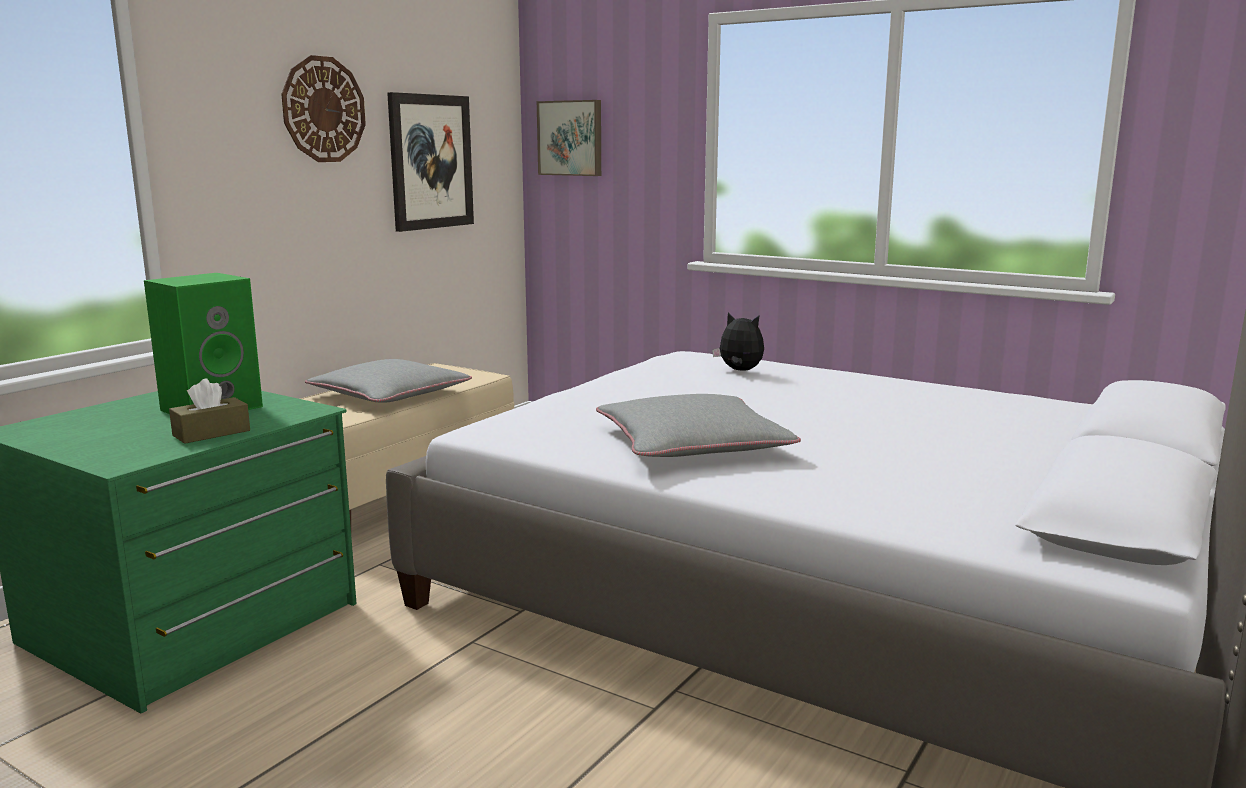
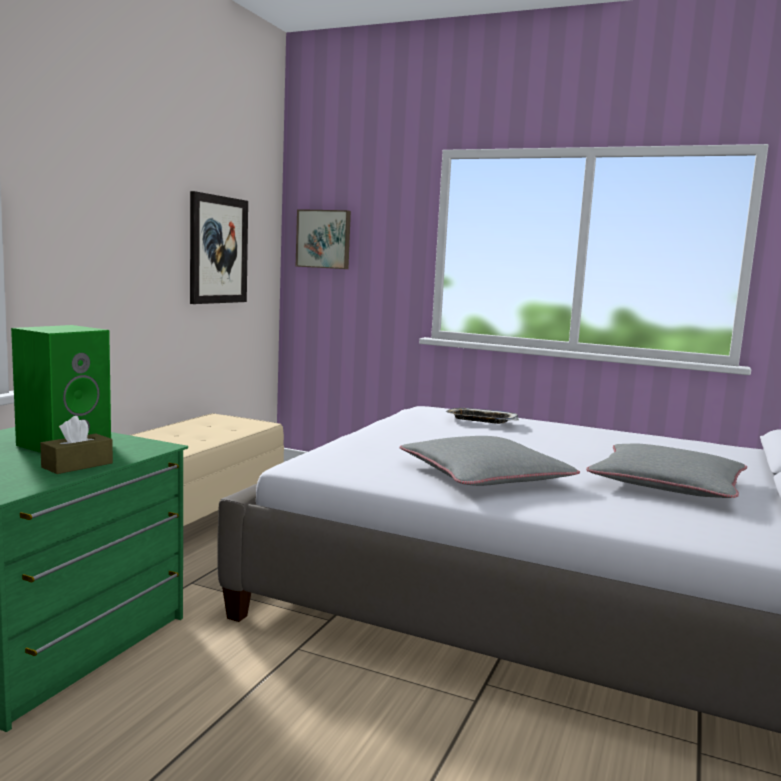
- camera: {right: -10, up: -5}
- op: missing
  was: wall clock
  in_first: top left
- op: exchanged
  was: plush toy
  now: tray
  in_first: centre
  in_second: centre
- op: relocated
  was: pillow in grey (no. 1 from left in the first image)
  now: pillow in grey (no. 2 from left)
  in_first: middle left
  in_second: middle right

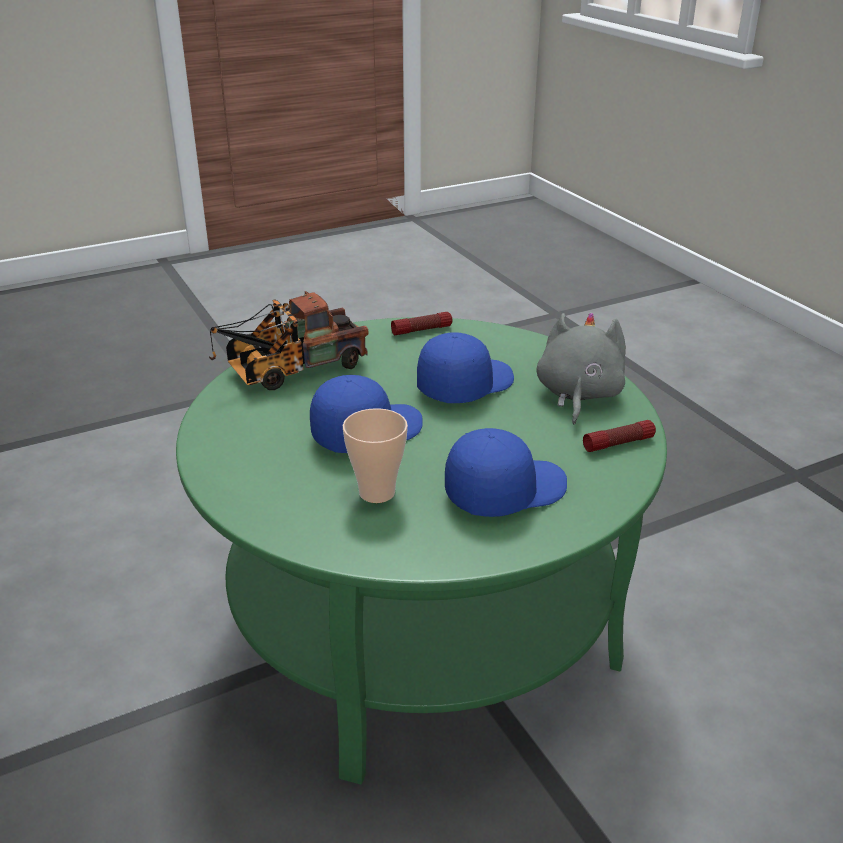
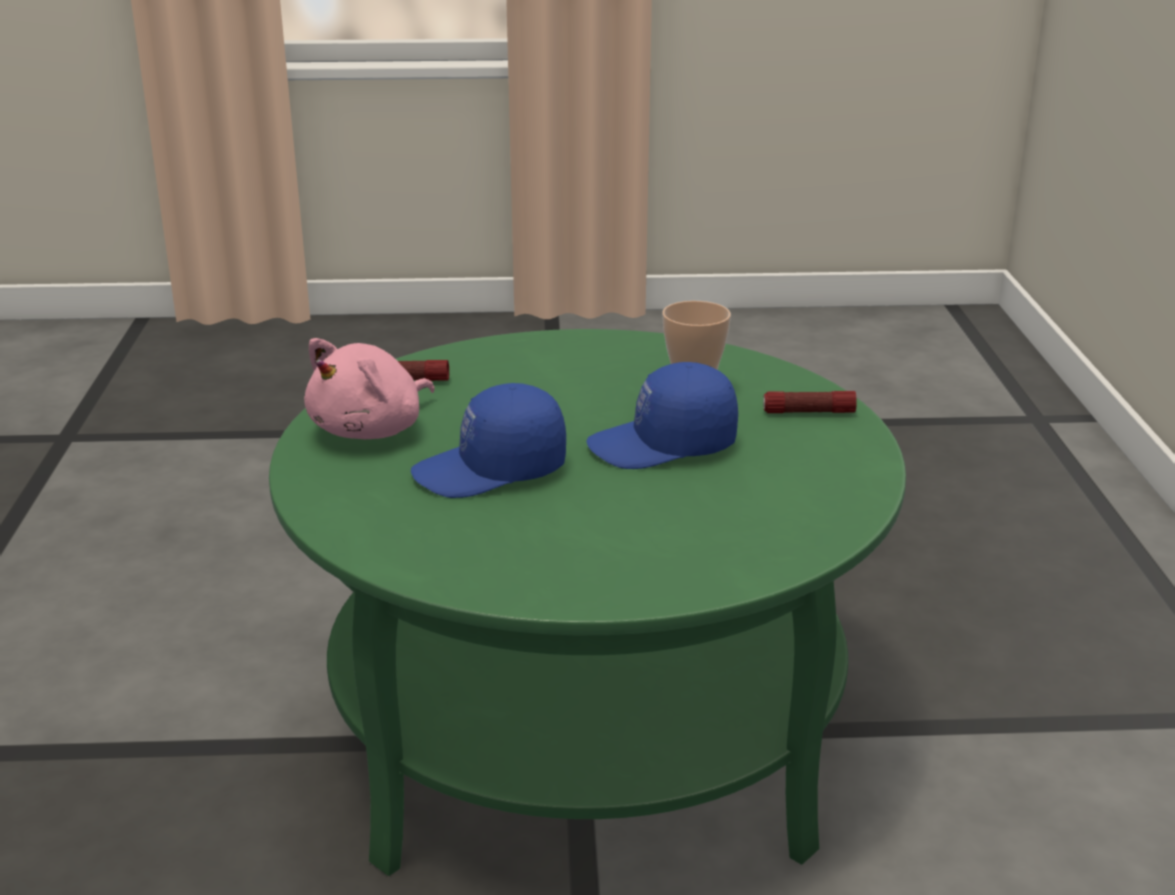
- camera: {right: -155, up: -5}
- op: missing
  was: toy truck
  in_first: centre
- op: relocated
  was: flashlight (no. 1 from left in the first image)
  now: flashlight (no. 2 from left)
  in_first: centre
  in_second: middle right
- op: colour
  was: plush toy in grey
  now: plush toy in pink
  in_first: middle right
  in_second: middle left
- op: missing
  was: cap in blue (no. 3 from left)
  in_first: centre

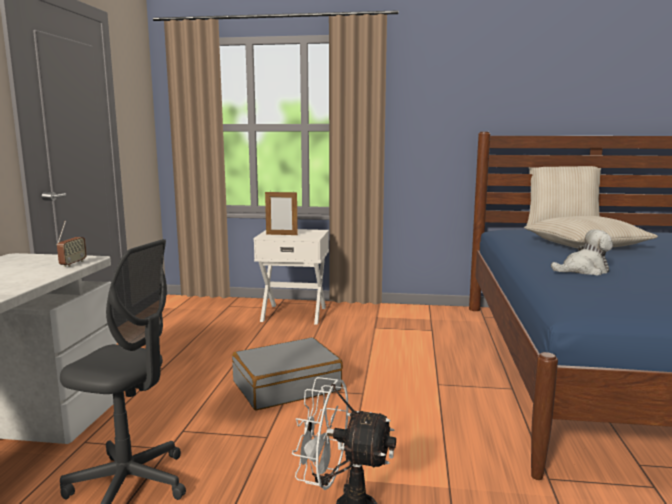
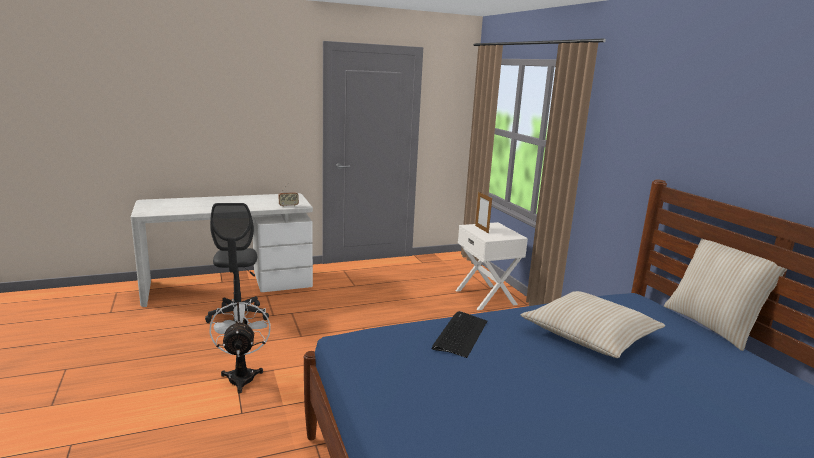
- camera: {right: 60, up: 5}
- op: exchanged
  was: plush toy
  now: keyboard
  in_first: middle right
  in_second: bottom centre
- op: missing
  was: suitcase in grey
  in_first: bottom centre

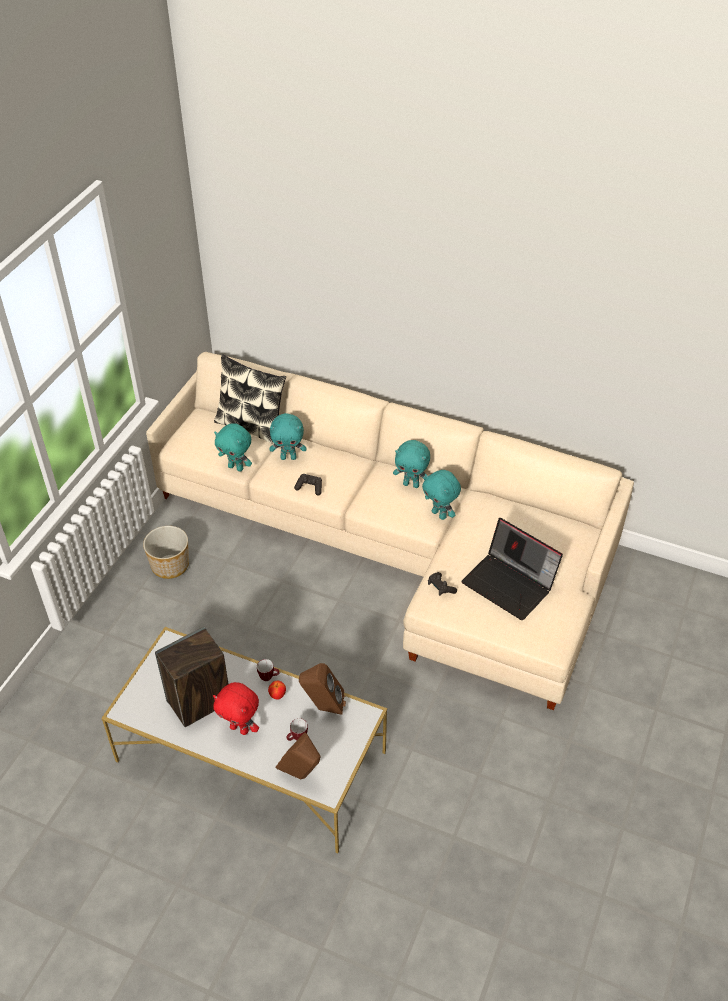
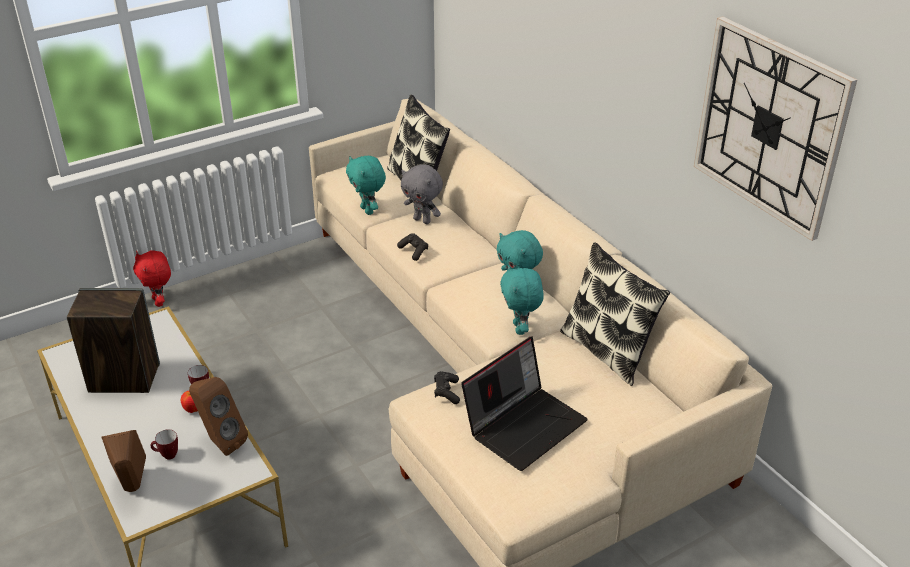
- camera: {right: 35, up: -10}
- op: colour
  was: plush toy in turquoise (no. 2 from left)
  now: plush toy in grey
  in_first: centre
  in_second: centre
- op: spun
  was: laptop
  in_first: middle right
  in_second: bottom centre
  clockwise: -120
- op: missing
  was: planter
  in_first: middle left
- op: relocated
  was: plush toy in red
  in_first: bottom left
  in_second: middle left
- op: appeared
  now: wall clock
  in_second: top right
- op: appeared
  now: pillow (no. 2 from left)
  in_second: middle right

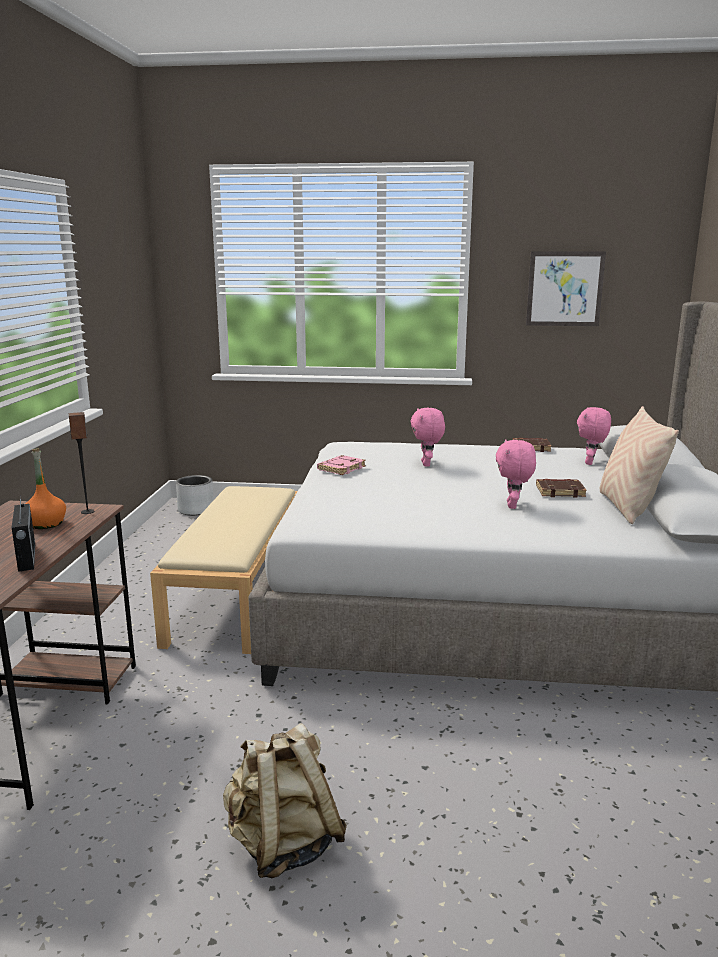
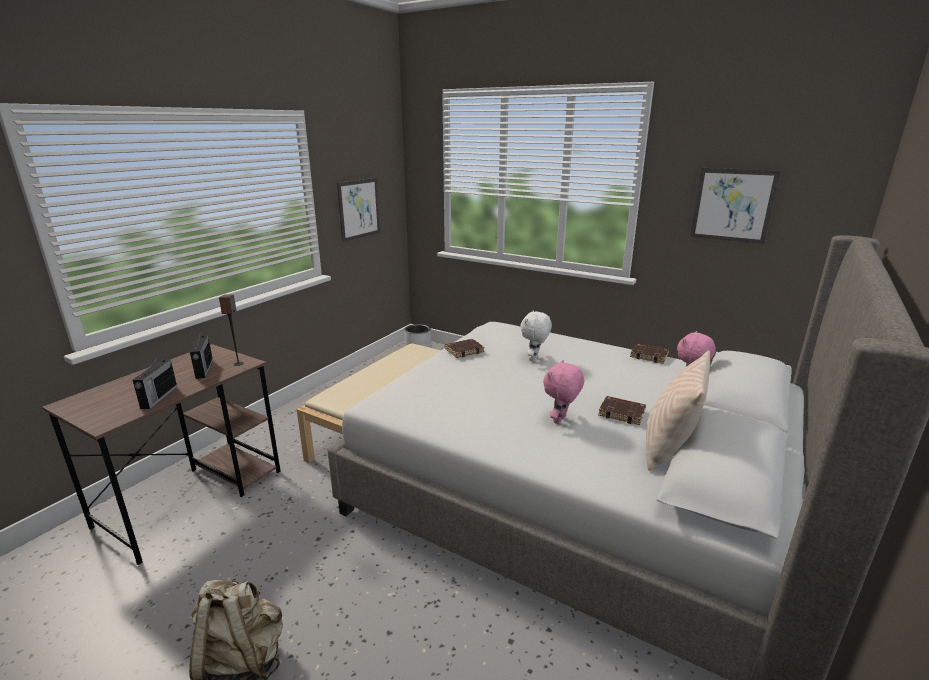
- camera: {right: 25, up: 5}
- op: colour
  was: plush toy in pink (no. 1 from left)
  now: plush toy in white
  in_first: centre
  in_second: centre
- op: exchanged
  was: bottle in orange
  now: radio (no. 2 from left)
  in_first: middle left
  in_second: middle left
- op: colour
  was: book in pink
  now: book in brown (no. 1 from left)
  in_first: centre
  in_second: centre
- op: appeared
  now: picture (no. 1 from left)
  in_second: top centre

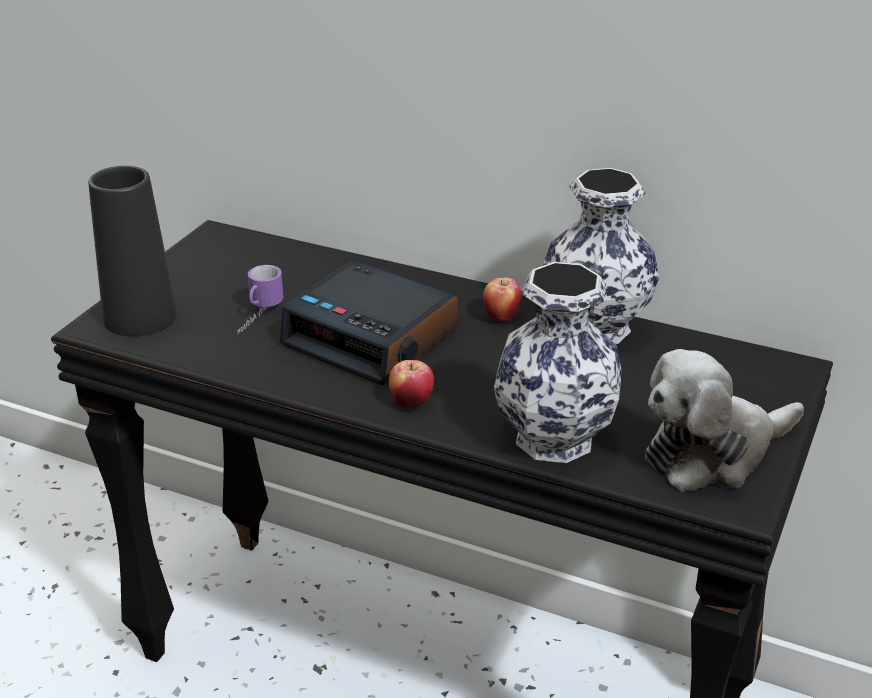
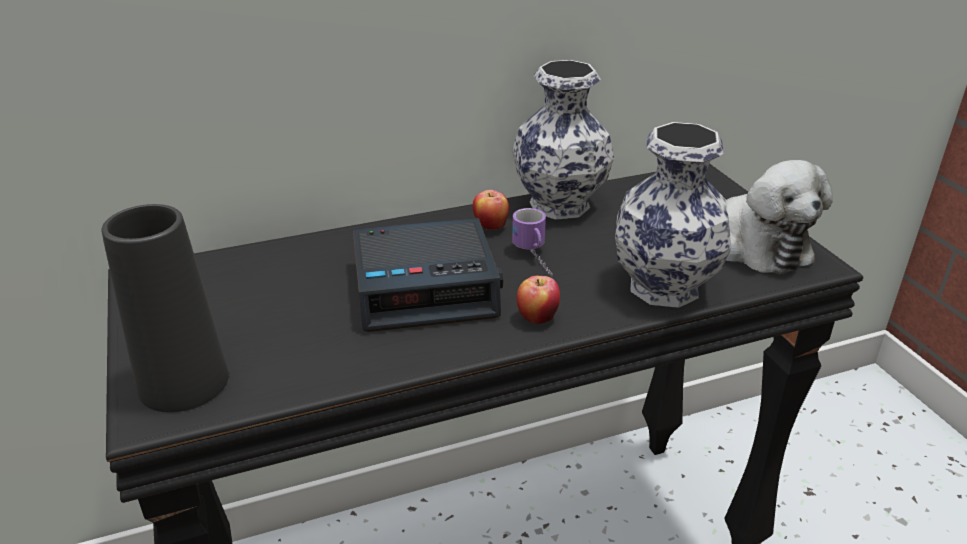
- camera: {right: -45, up: 0}
- op: relocated
  was: mug
  in_first: middle left
  in_second: centre
- op: spun
  was: plush toy
  in_first: middle right
  in_second: middle right
  clockwise: -45

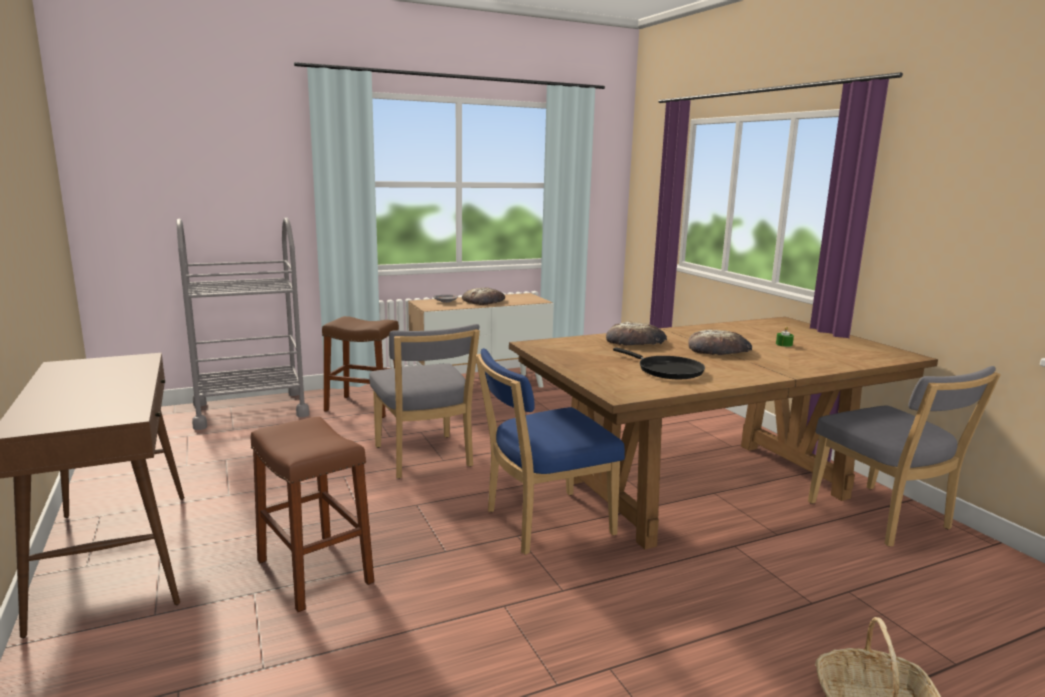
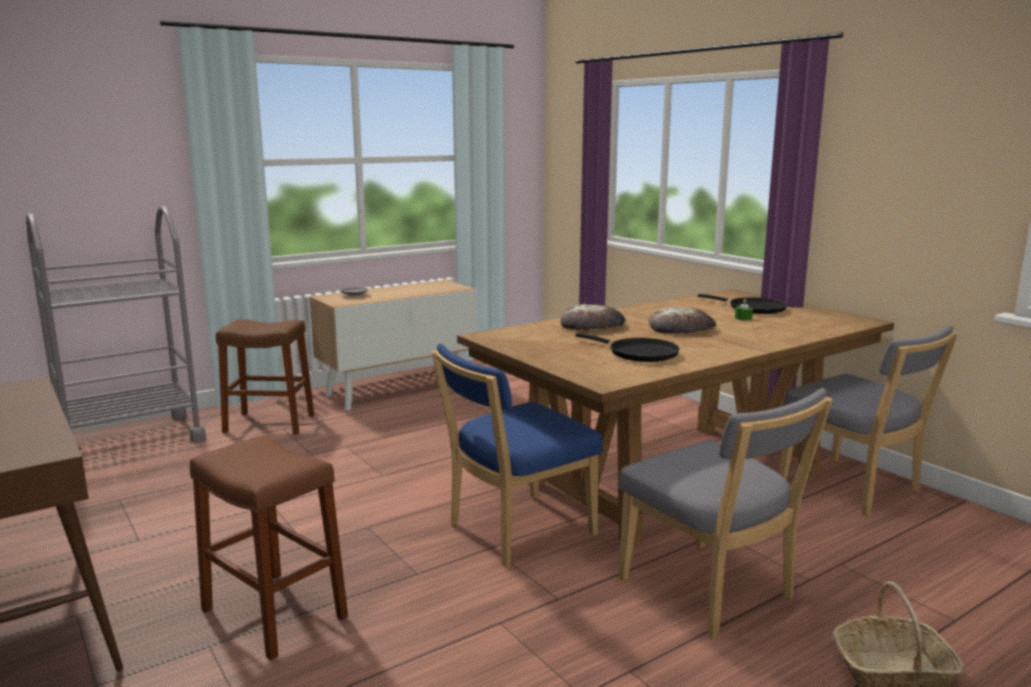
- camera: {right: -10, up: 0}
- op: missing
  was: bread (no. 1 from left)
  in_first: centre
- op: relocated
  was: chair in grey (no. 1 from left)
  in_first: centre
  in_second: bottom right
- op: appeared
  now: frying pan in black (no. 2 from left)
  in_second: middle right

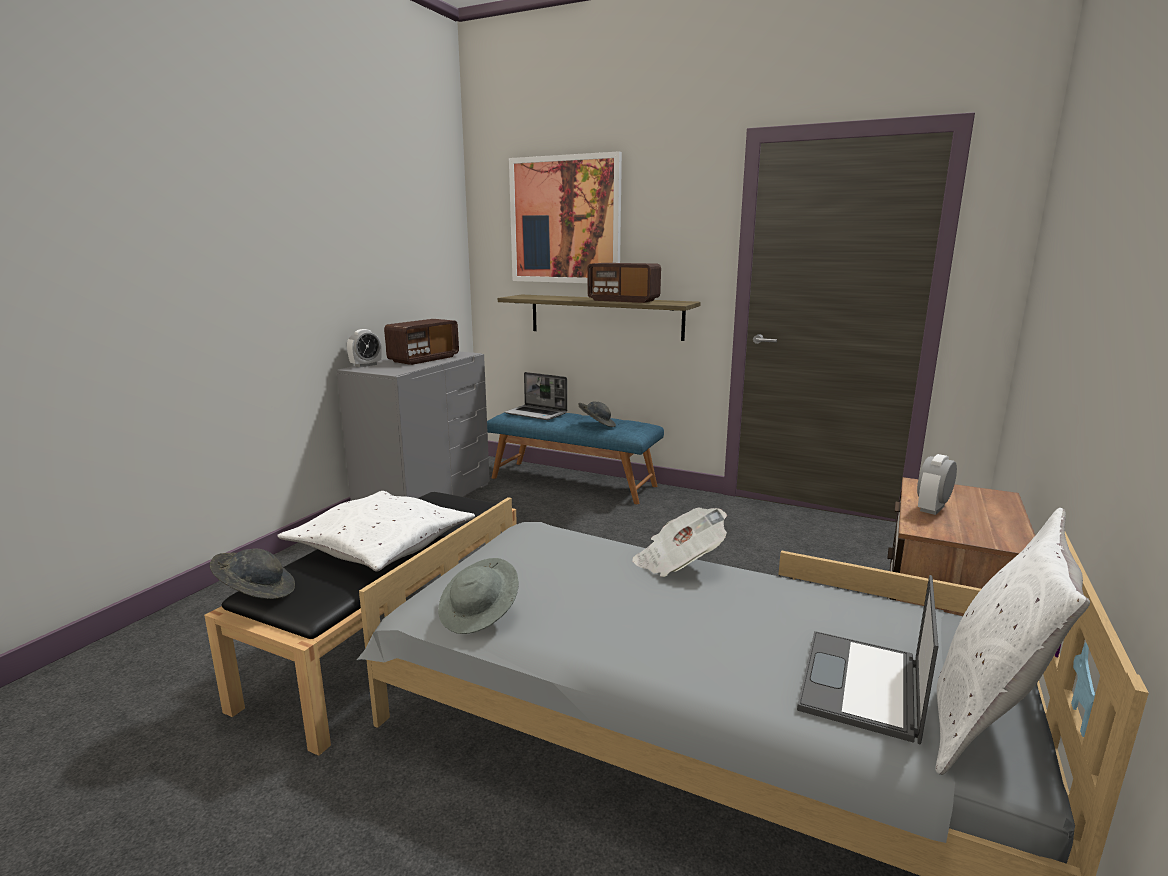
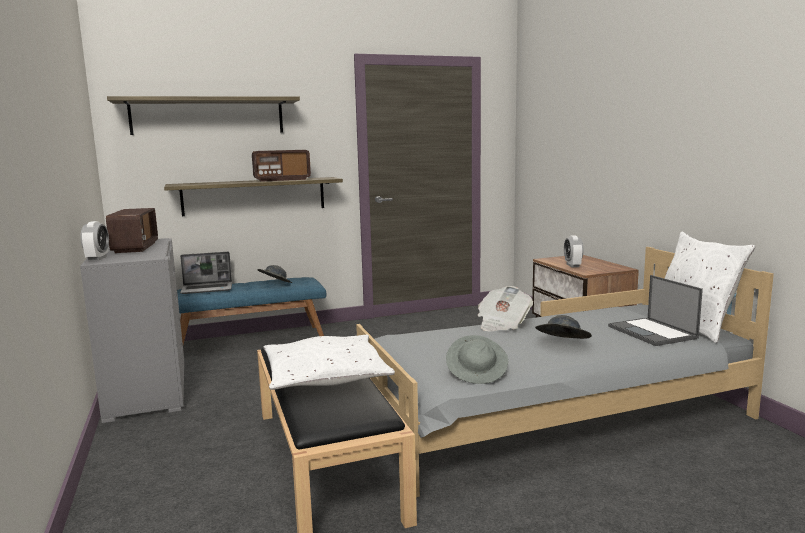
- camera: {right: -45, up: -5}
- op: exchanged
  was: picture
  now: shelf (no. 1 from left)
  in_first: top centre
  in_second: top left
- op: relocated
  was: hat in grey (no. 1 from left in the first image)
  now: hat in grey (no. 3 from left)
  in_first: middle left
  in_second: middle right

